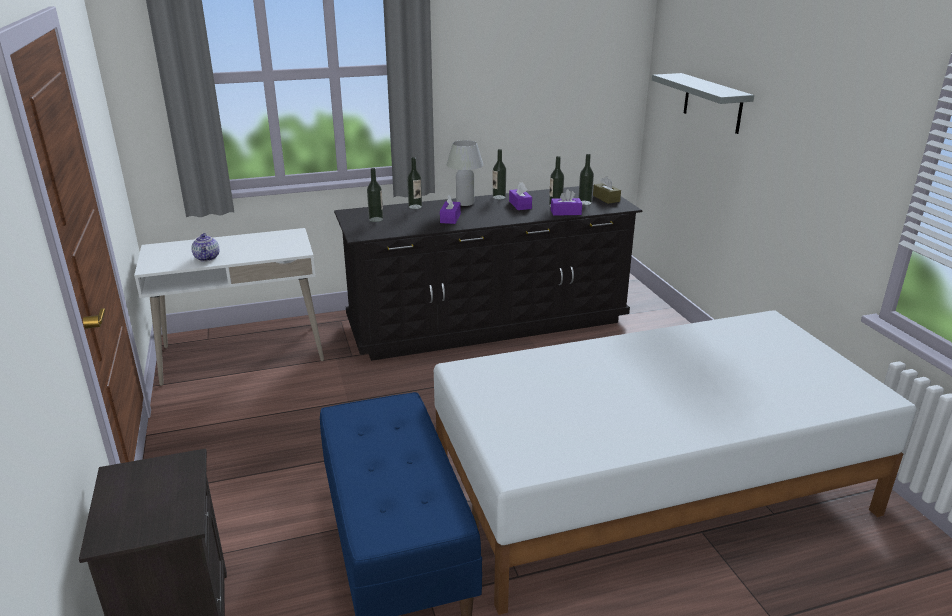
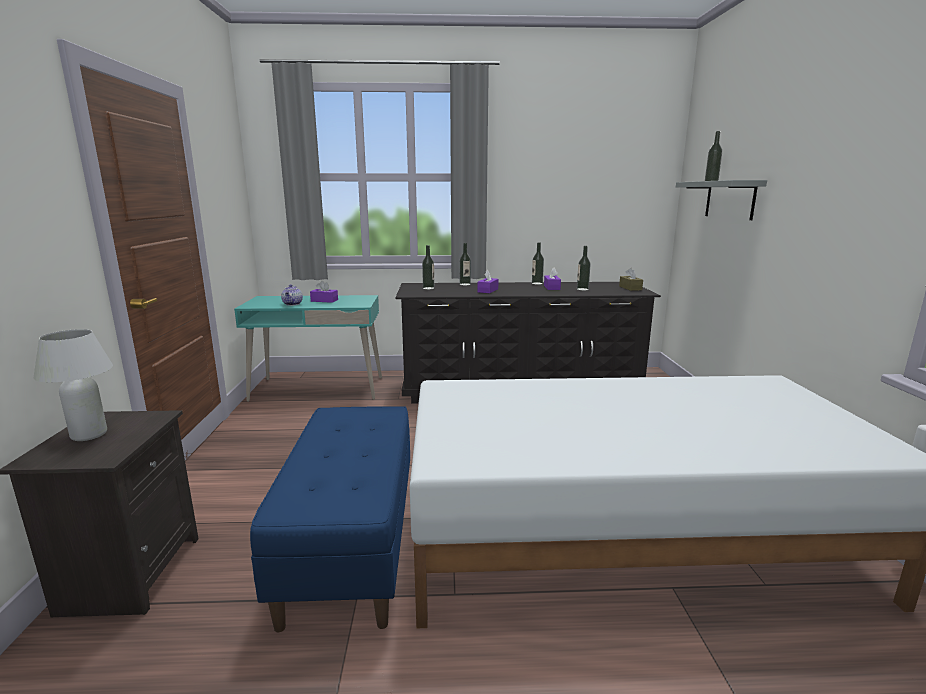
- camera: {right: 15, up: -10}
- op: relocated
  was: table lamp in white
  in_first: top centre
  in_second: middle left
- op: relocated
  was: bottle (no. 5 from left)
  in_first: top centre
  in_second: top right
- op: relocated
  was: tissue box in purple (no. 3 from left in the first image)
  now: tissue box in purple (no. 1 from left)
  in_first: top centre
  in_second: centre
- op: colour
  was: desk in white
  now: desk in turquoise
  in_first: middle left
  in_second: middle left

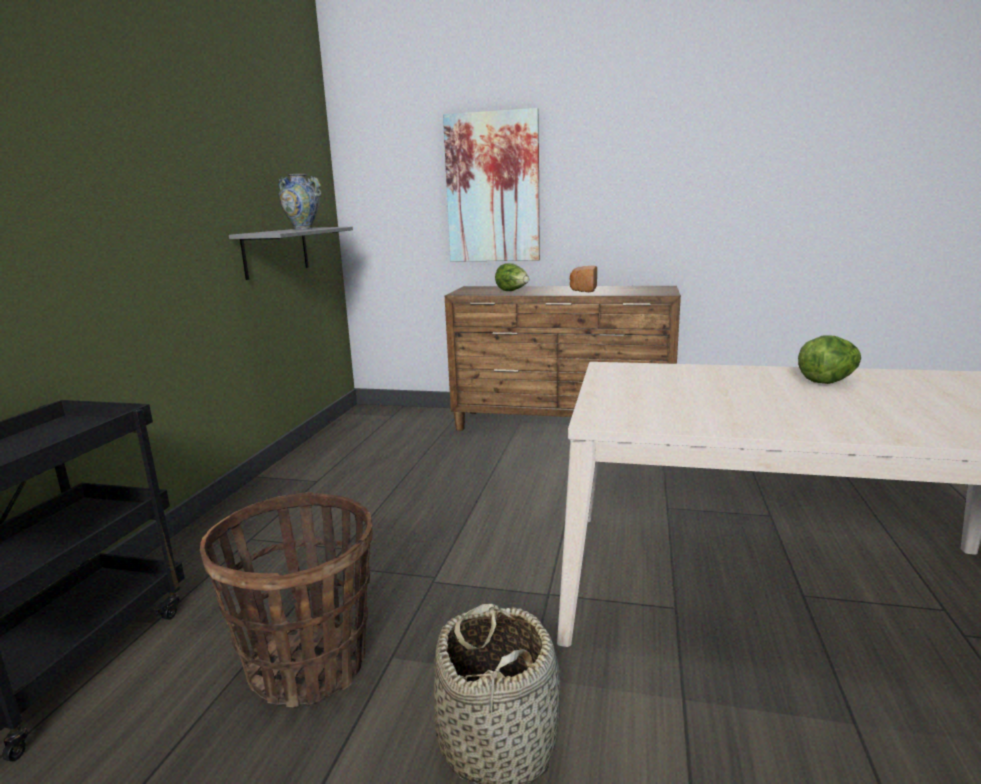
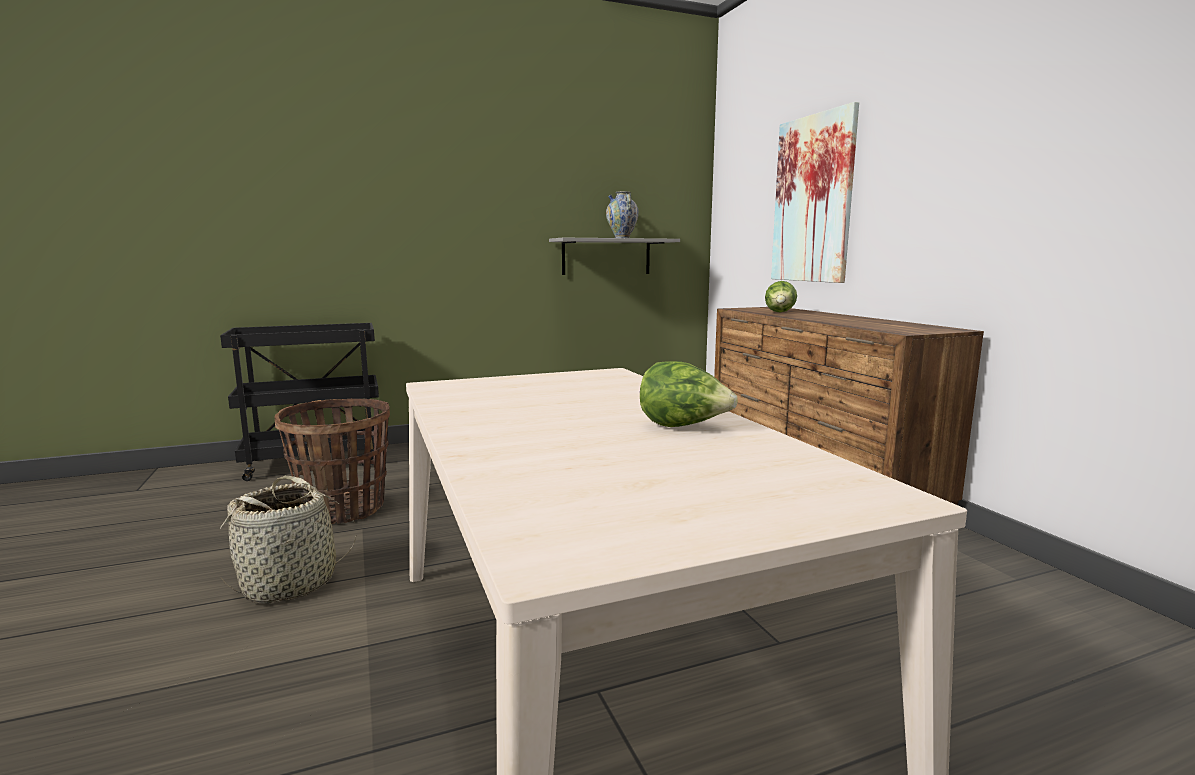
- camera: {right: 55, up: -5}
- op: missing
  was: bread
  in_first: centre

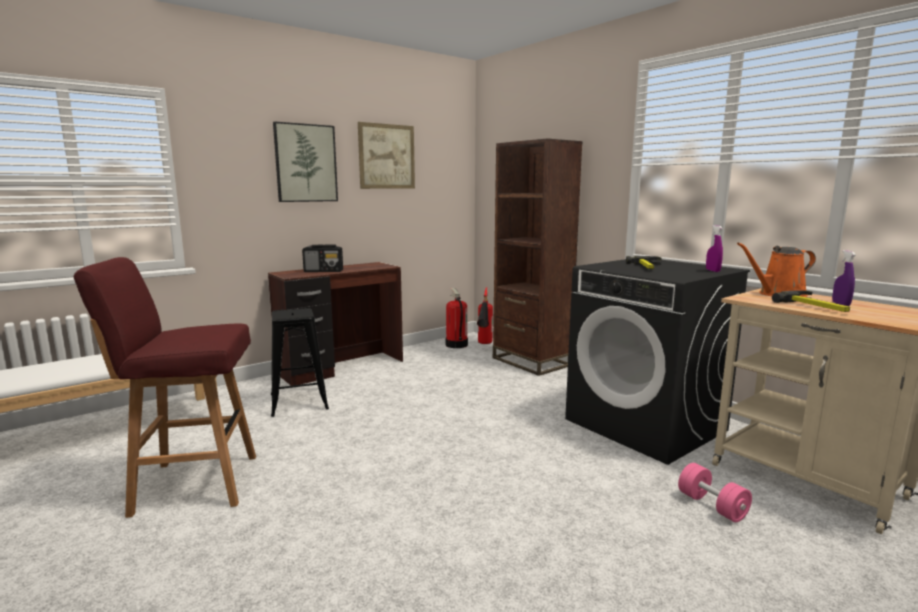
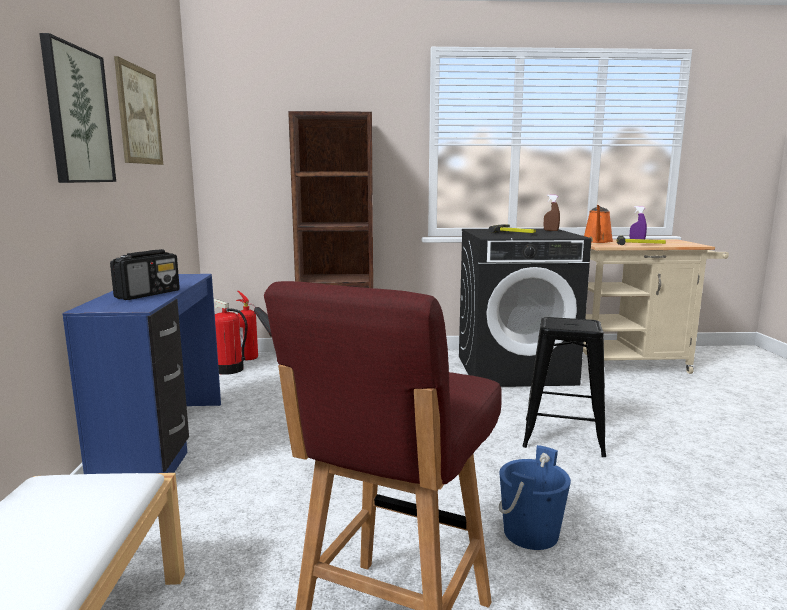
- camera: {right: -55, up: 0}
- op: colour
  was: spray bottle in purple (no. 1 from left)
  now: spray bottle in brown
  in_first: middle right
  in_second: middle right
- op: colour
  was: desk in brown
  now: desk in blue
  in_first: centre
  in_second: middle left
- op: relocated
  was: stool in black
  in_first: middle left
  in_second: middle right
- op: missing
  was: dumbbell in pink
  in_first: bottom right
- op: appeared
  now: bucket in blue
  in_second: bottom right

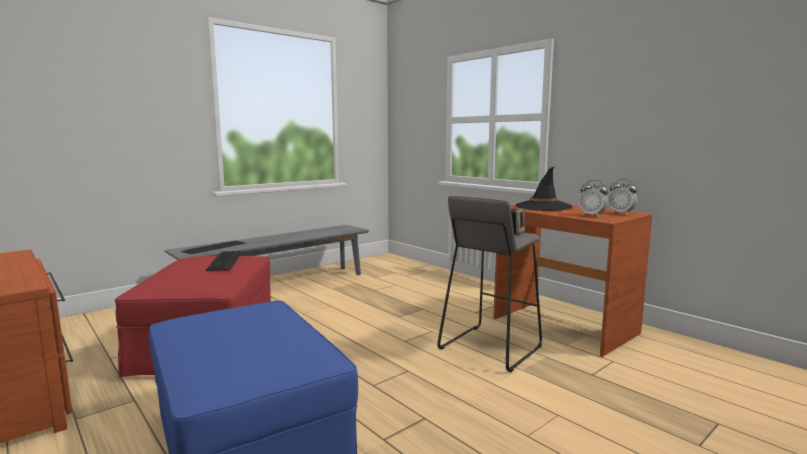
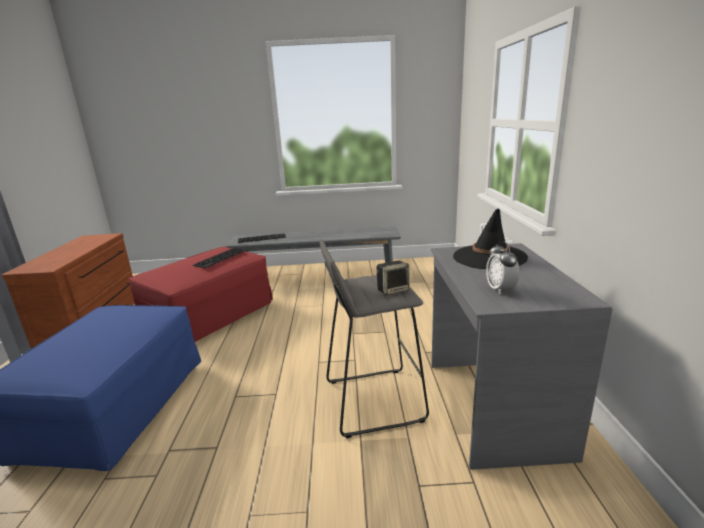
- camera: {right: 40, up: 10}
- op: missing
  was: alarm clock (no. 2 from left)
  in_first: middle right
- op: colour
  was: desk in brown
  now: desk in grey
  in_first: middle right
  in_second: bottom right

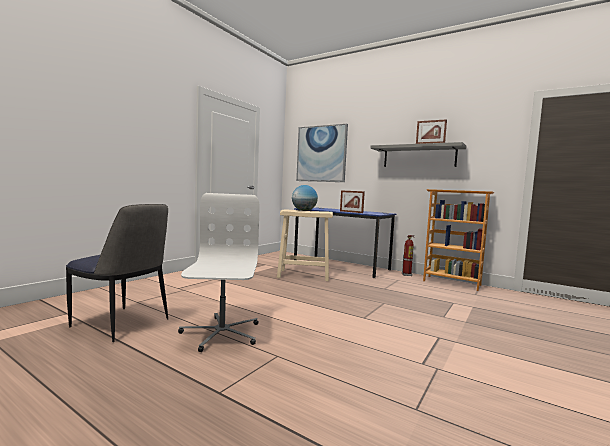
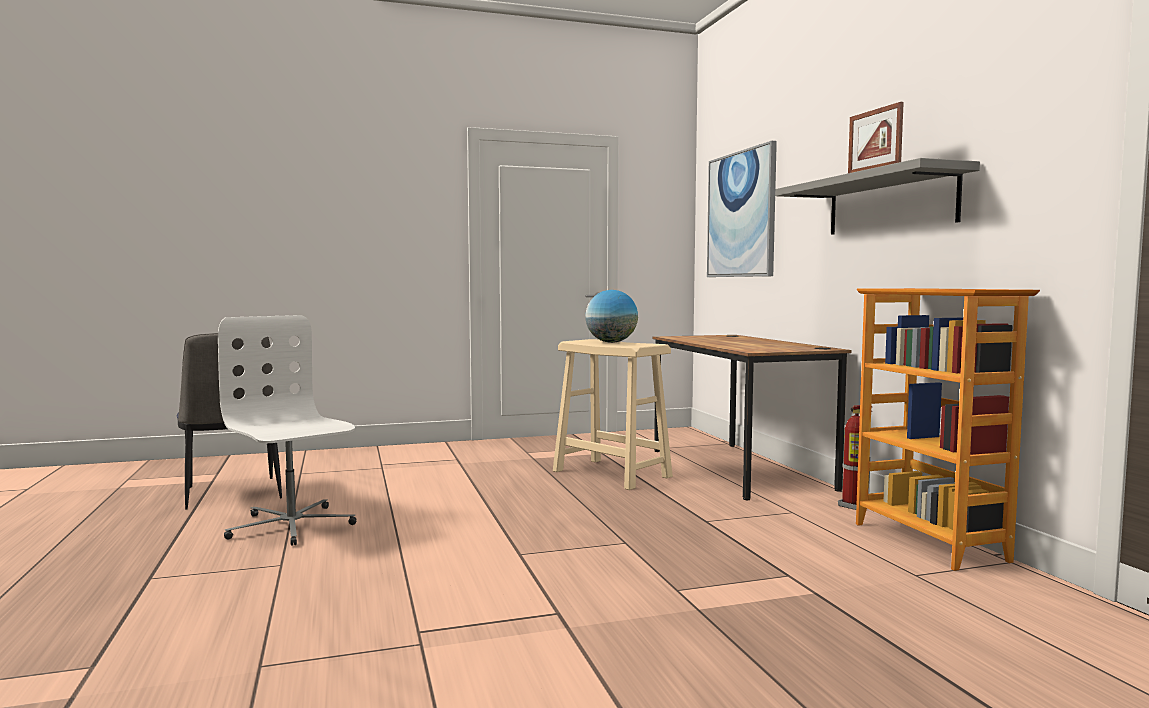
- camera: {right: 40, up: 0}
- op: missing
  was: picture frame (no. 1 from left)
  in_first: centre
- op: spun
  was: office chair in white
  in_first: centre
  in_second: middle left
  clockwise: -75
- op: colour
  was: desk in blue
  now: desk in brown
  in_first: centre
  in_second: centre

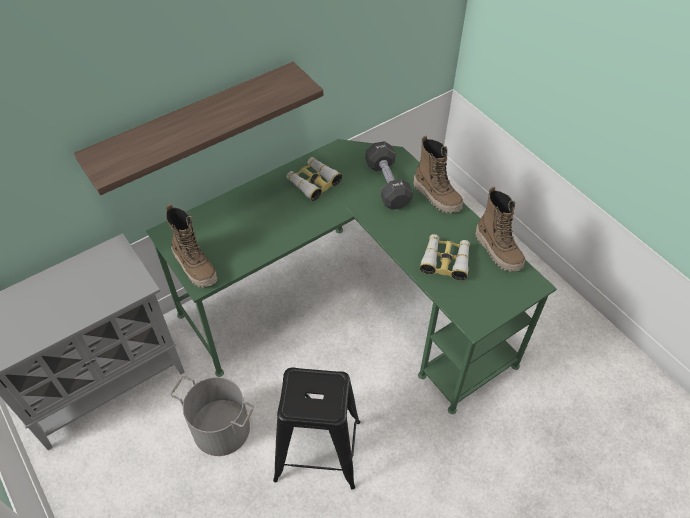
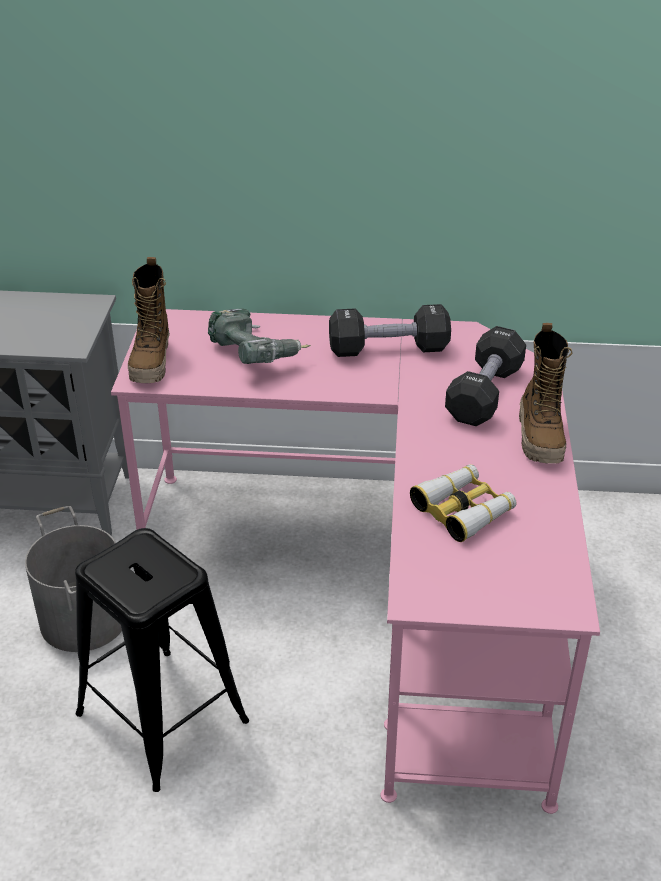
- camera: {right: 40, up: -15}
- op: missing
  was: shelf
  in_first: top left
- op: colour
  was: desk in green
  now: desk in pink
  in_first: centre
  in_second: centre
- op: exchanged
  was: binoculars (no. 1 from left)
  now: dumbbell in black (no. 1 from left)
  in_first: centre
  in_second: centre
- op: missing
  was: boot (no. 3 from left)
  in_first: middle right
- op: appeared
  now: power drill
  in_second: centre

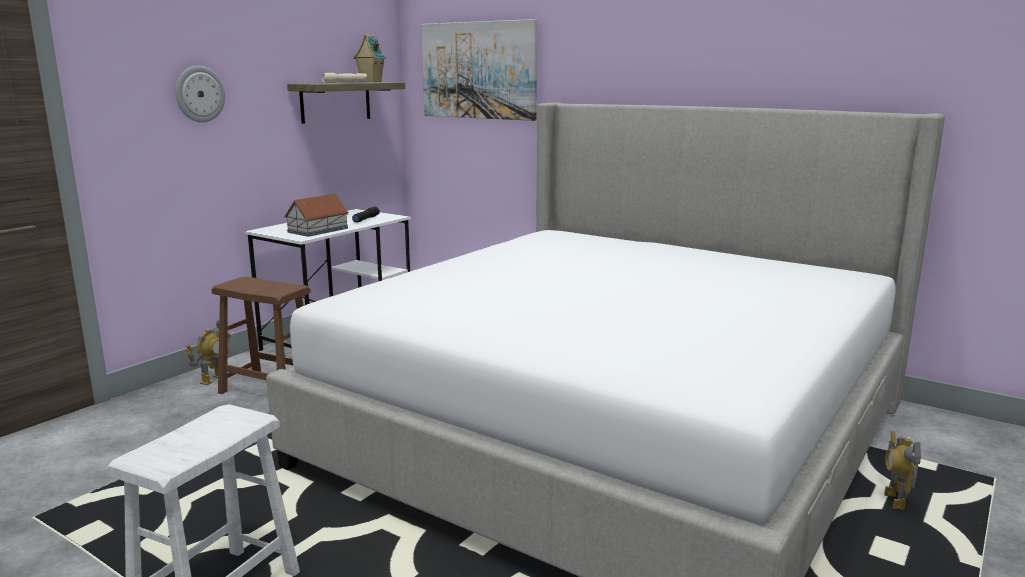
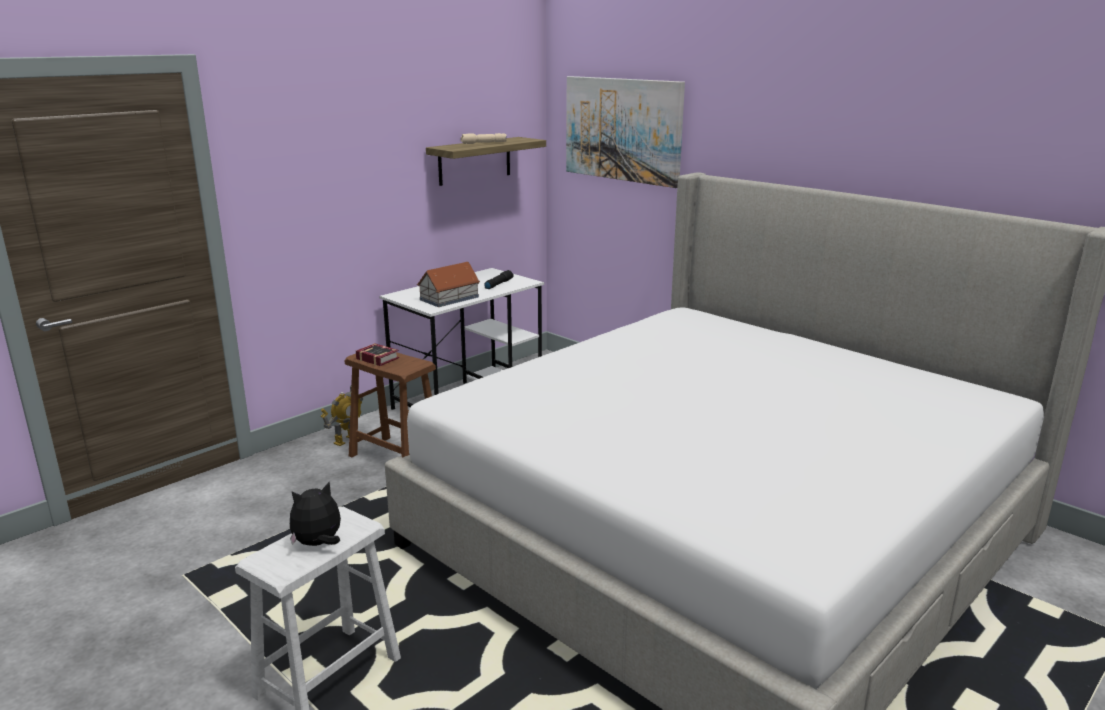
- camera: {right: 10, up: 5}
- op: missing
  was: toy house (no. 2 from left)
  in_first: top centre
- op: missing
  was: wall clock
  in_first: top left
- op: missing
  was: toy robot (no. 2 from left)
  in_first: bottom right
- op: appeared
  now: book
  in_second: centre
- op: appeared
  now: plush toy
  in_second: bottom left

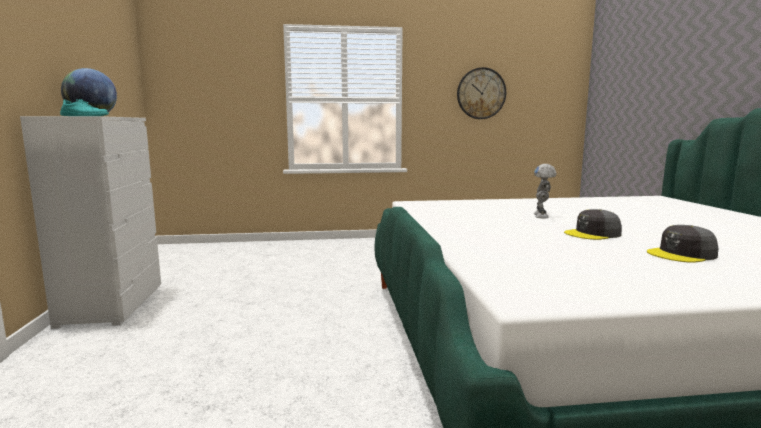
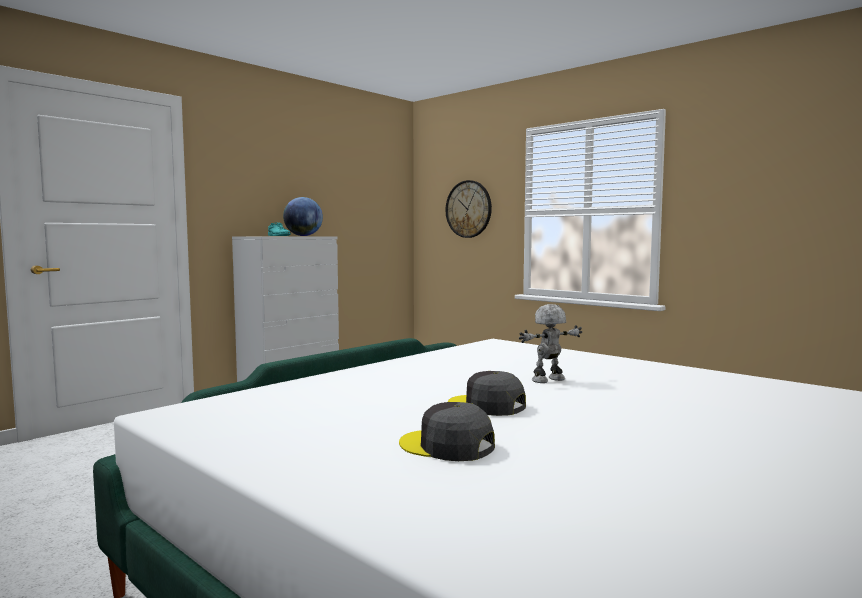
- camera: {right: 50, up: -5}
- op: relocated
  was: wall clock
  in_first: top centre
  in_second: centre

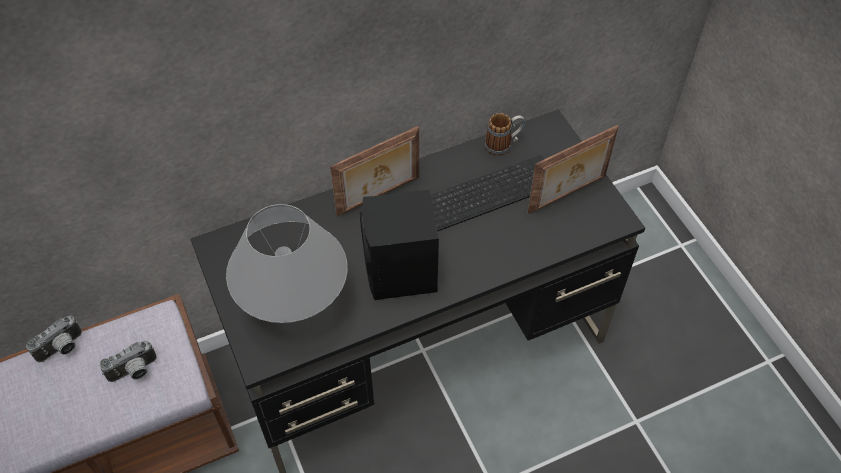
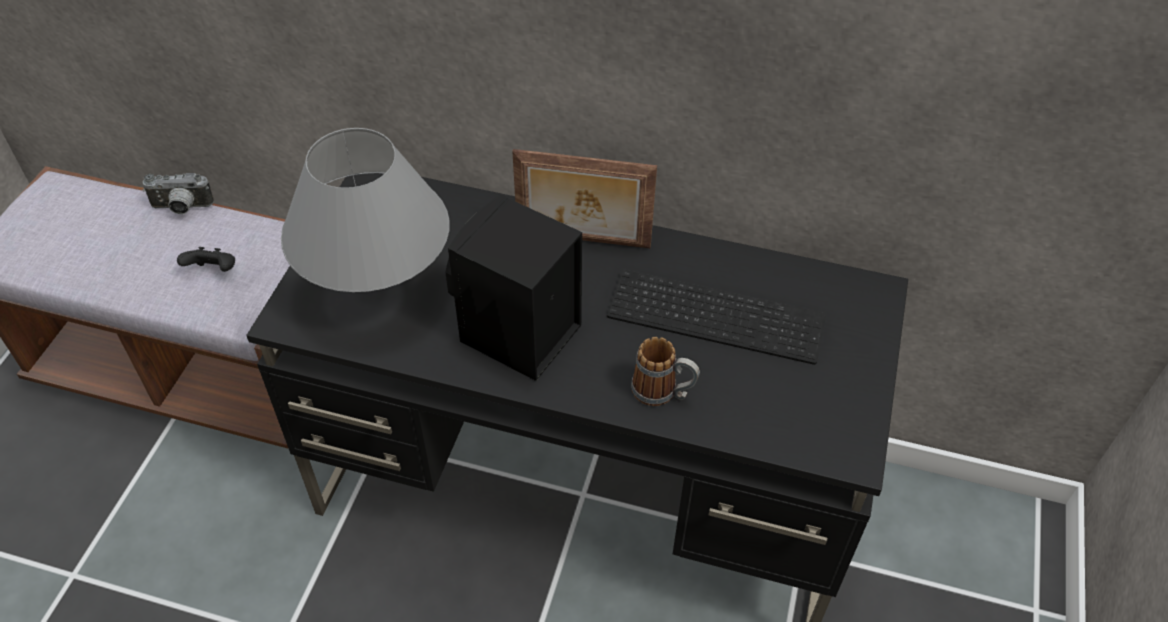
- camera: {right: 40, up: -5}
- op: relocated
  was: mug
  in_first: top centre
  in_second: centre
- op: missing
  was: picture frame (no. 2 from left)
  in_first: middle right
- op: exchanged
  was: photo camera (no. 2 from left)
  now: game controller in black
  in_first: bottom left
  in_second: middle left

